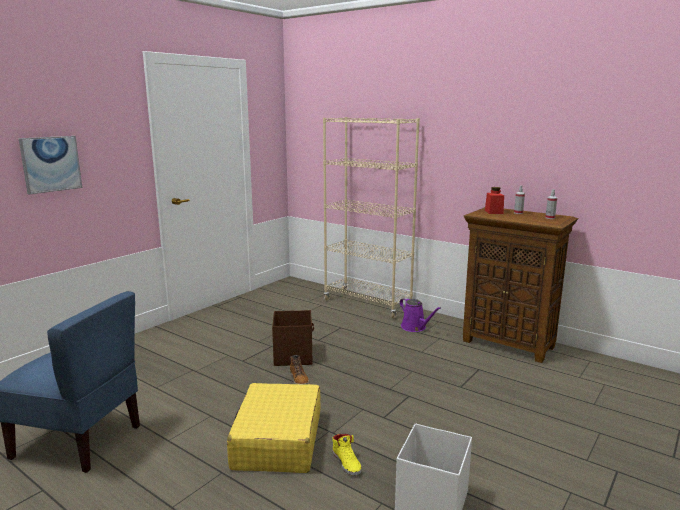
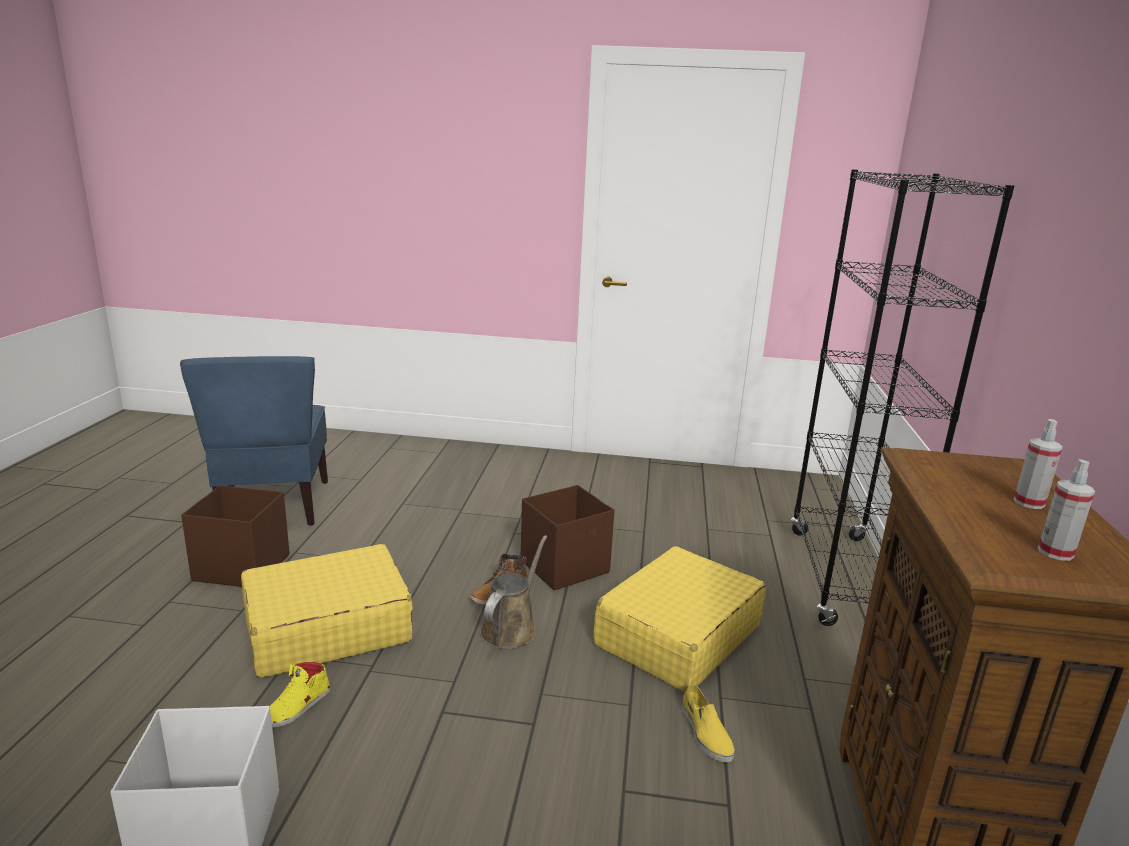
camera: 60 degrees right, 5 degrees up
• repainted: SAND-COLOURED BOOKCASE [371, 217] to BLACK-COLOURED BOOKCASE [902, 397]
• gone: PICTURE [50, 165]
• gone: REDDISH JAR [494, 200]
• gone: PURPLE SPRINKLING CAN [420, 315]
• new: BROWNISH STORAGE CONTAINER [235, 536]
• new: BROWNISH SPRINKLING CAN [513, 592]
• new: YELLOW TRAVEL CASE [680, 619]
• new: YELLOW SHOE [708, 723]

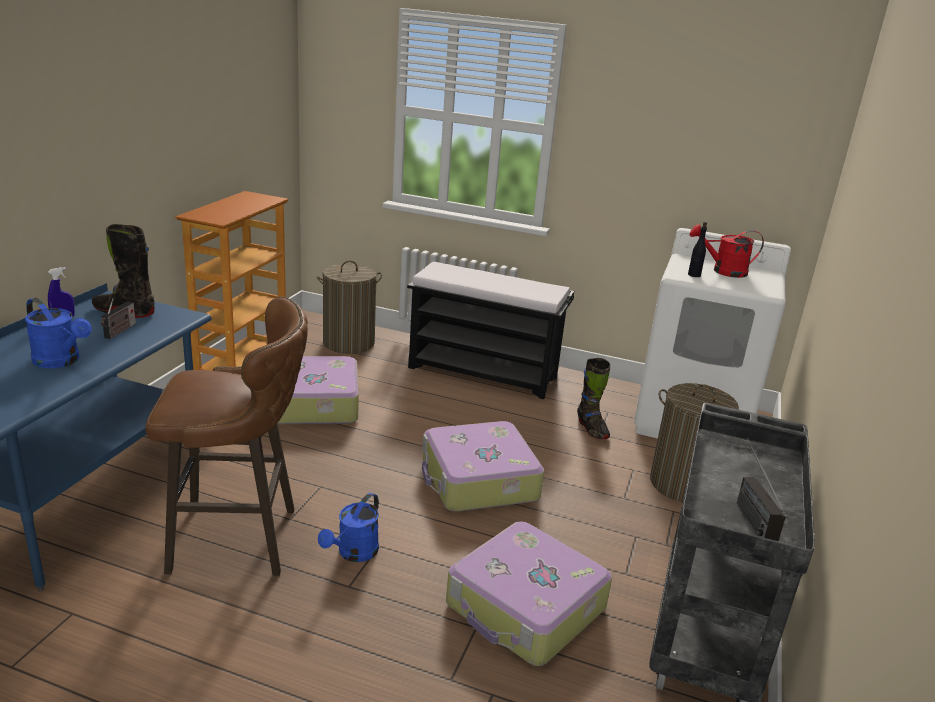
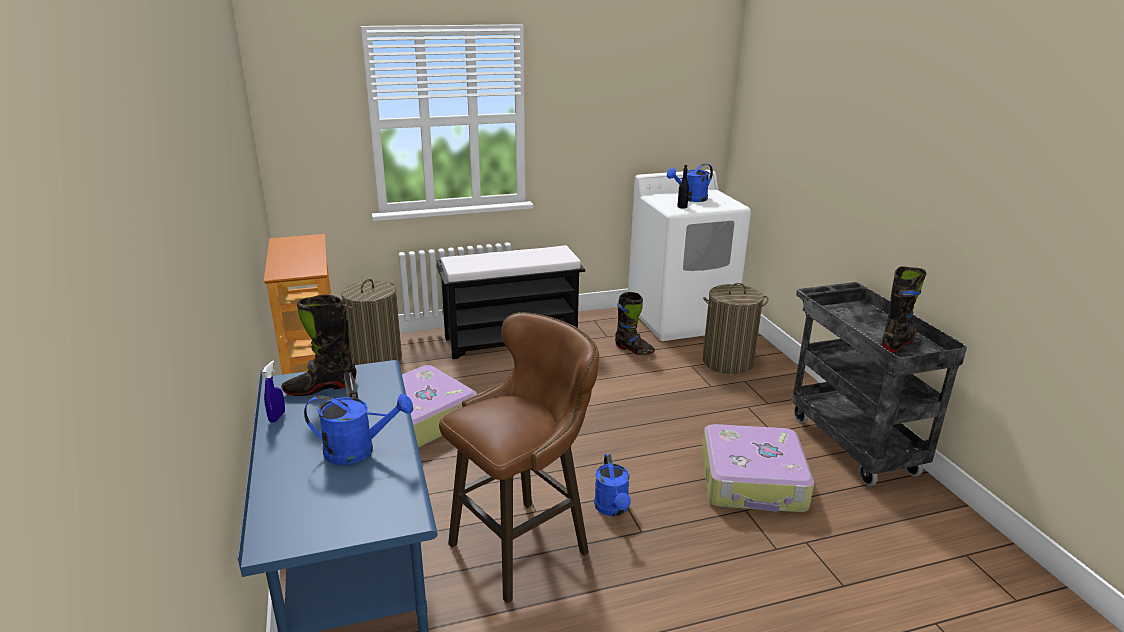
camera: 35 degrees left, 0 degrees up
• repainted: REDDISH SPRINKLING CAN [727, 251] to BLUE-COLOURED SPRINKLING CAN [690, 183]
• gone: TRAVEL CASE [483, 466]
• swapped: RADIO [761, 489] to BLACK-COLOURED HIGH-TOP BOOT [904, 309]

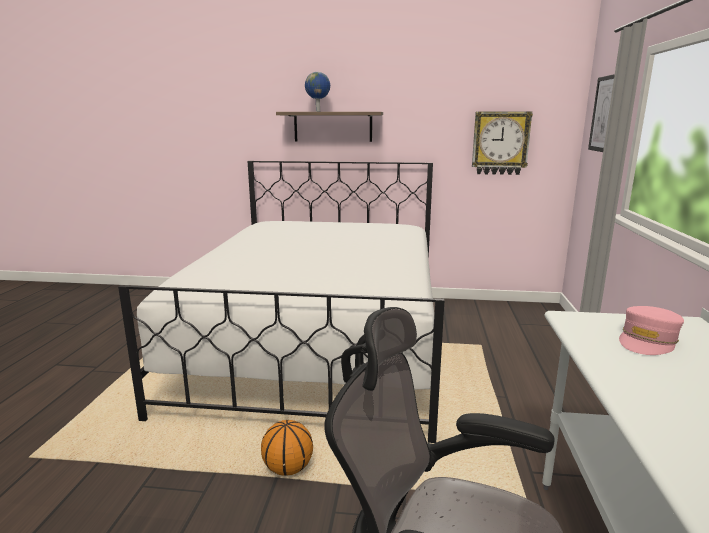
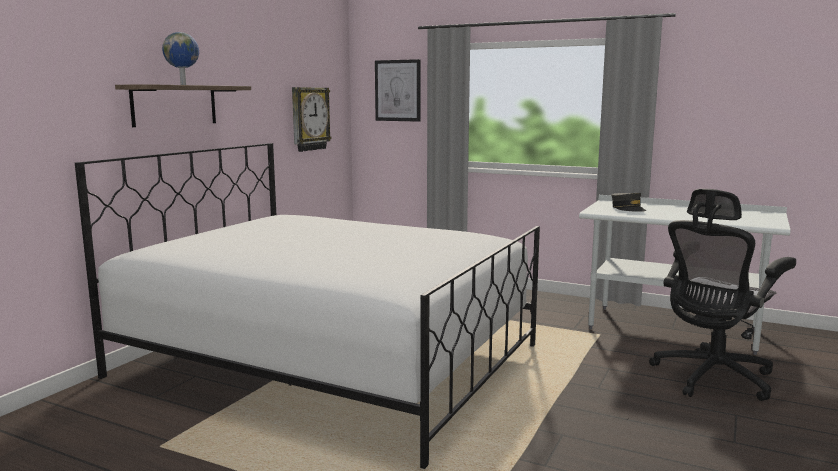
camera: 70 degrees left, 5 degrees down
• repainted: PINK-COLOURED BASEBALL CAP [651, 330] to GREY BASEBALL CAP [628, 202]
• gone: BASKETBALL [287, 448]

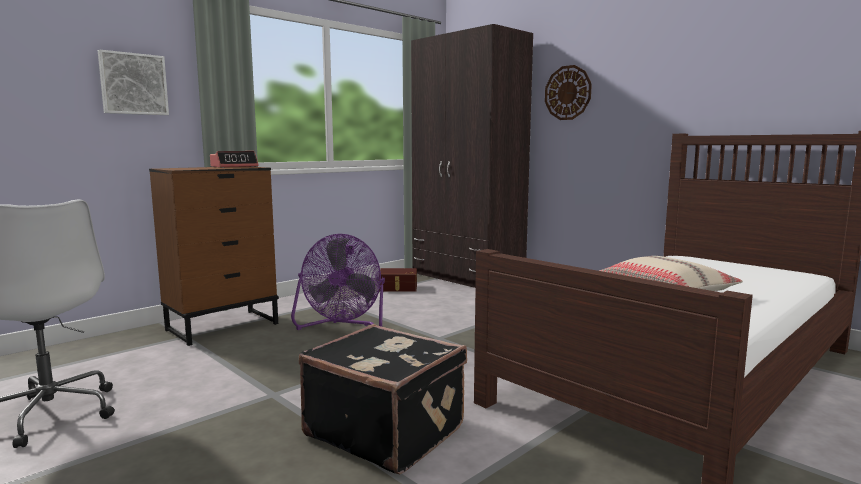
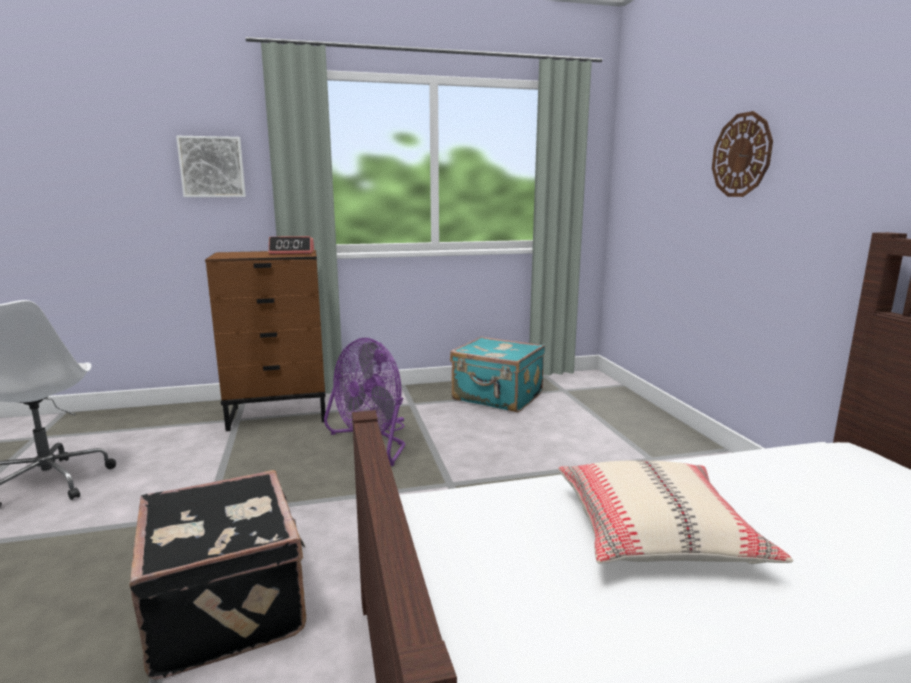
camera: 30 degrees right, 5 degrees up
• gone: BROWNISH WARDROBE [472, 156]
• swapped: BROWNISH STORAGE CONTAINER [397, 280] to BLUE-GREEN TRAVEL CASE [497, 374]

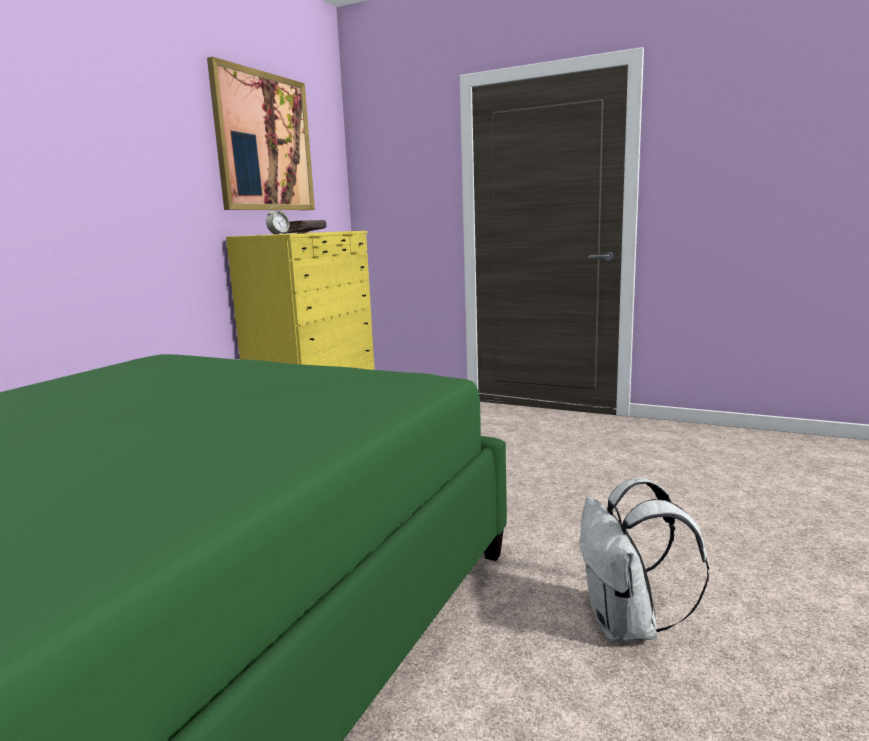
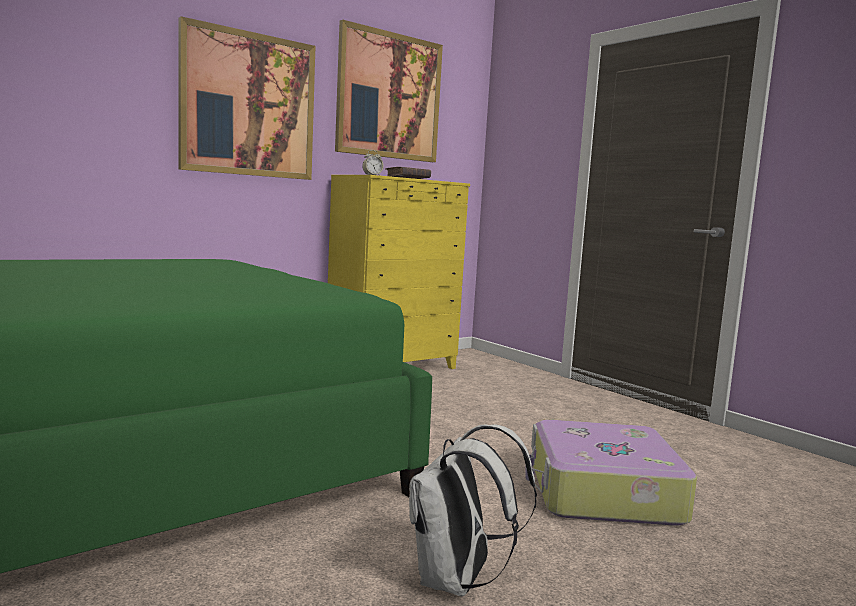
camera: 25 degrees right, 5 degrees down
• new: PICTURE [246, 98]
• new: TRAVEL CASE [611, 473]

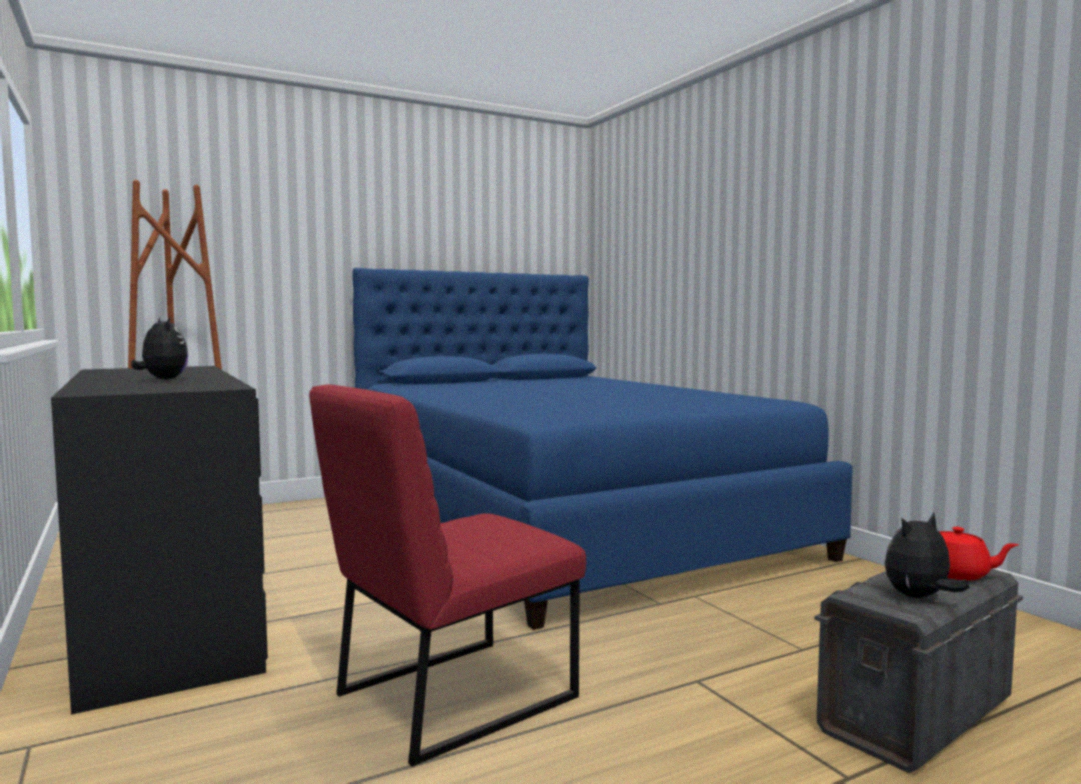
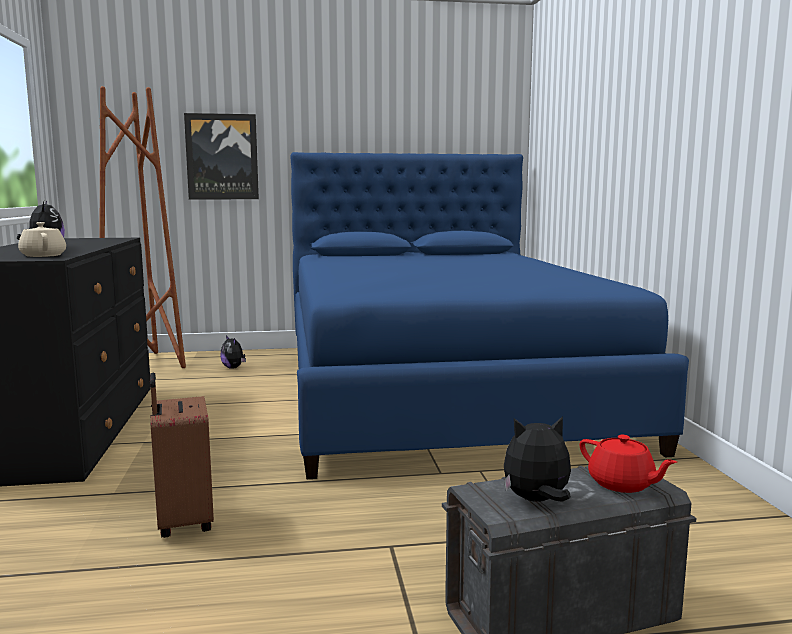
camera: 20 degrees right, 5 degrees up
• swapped: REDDISH CHAIR [447, 575] to BROWNISH TRAVEL CASE [182, 455]
• new: PICTURE [221, 156]
• new: SAND-COLOURED POT FOR TEA [42, 239]
• new: CUDDLY TOY [233, 352]

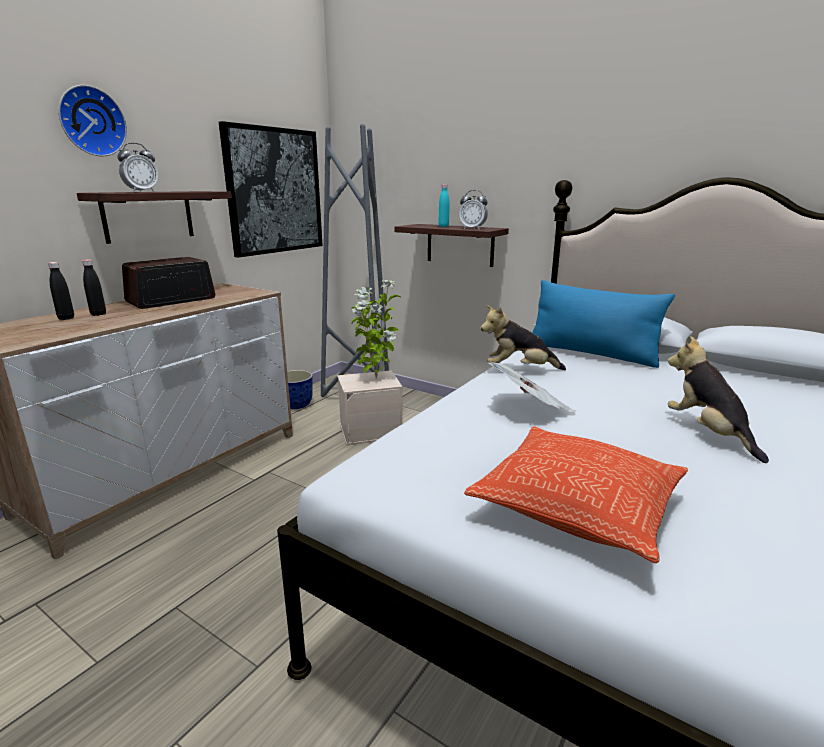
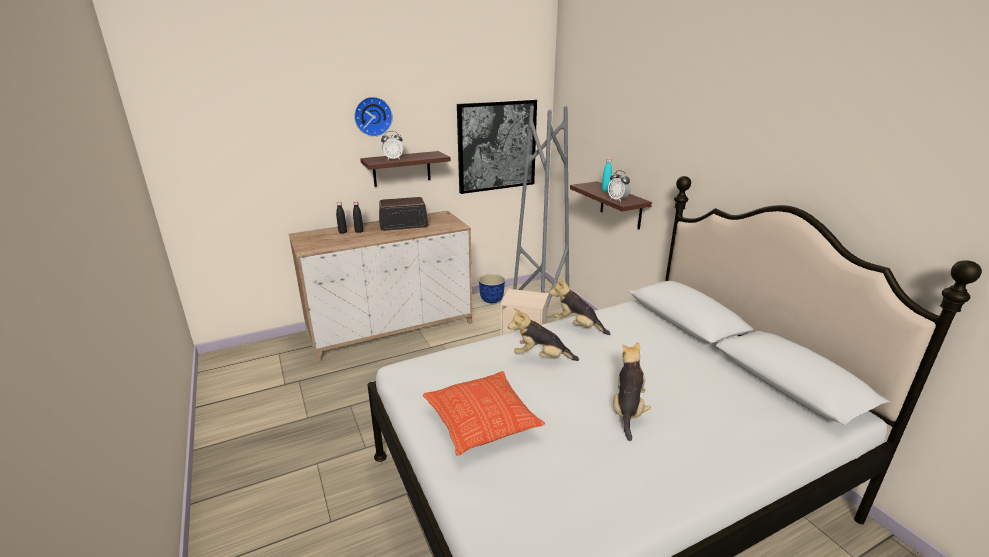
camera: 30 degrees right, 5 degrees up
• gone: HOUSEPLANT [376, 329]
• gone: BLUE-COLOURED CUSHION [603, 324]
• swapped: NEWSPAPER [531, 386] to CUDDLY TOY [543, 334]

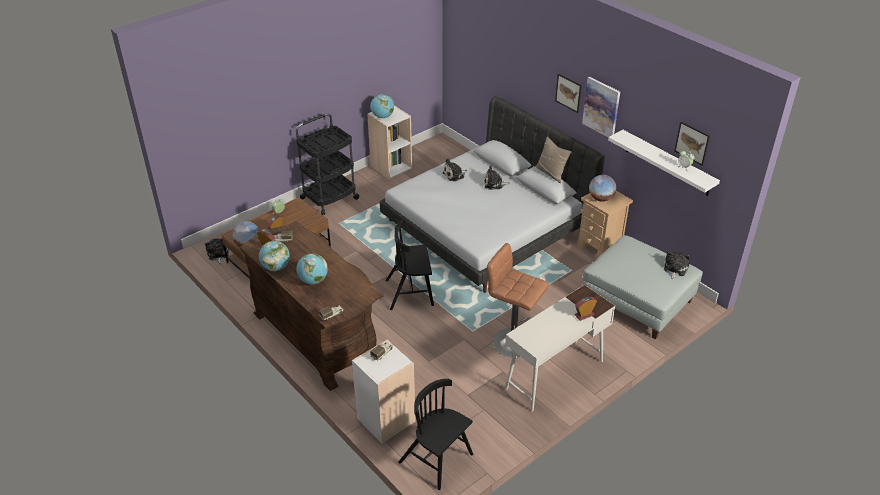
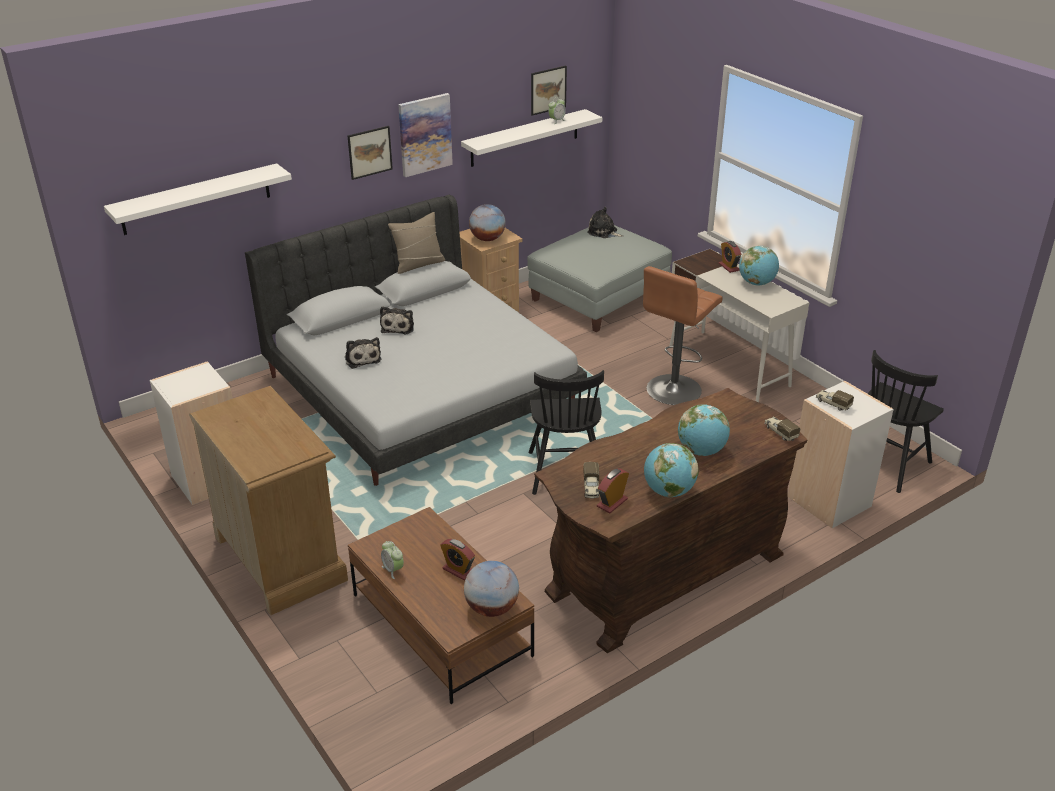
camera: 85 degrees left, 5 degrees down
• shifted: DESK GLOBE [382, 106] to [759, 265]
• swapped: BLACK-COLOURED WHEELED CART [327, 164] to BROWNISH DRAWER CHEST [268, 500]
• gone: CUDDLY TOY [217, 251]
• new: WHITE BRACKET SHELF [198, 199]

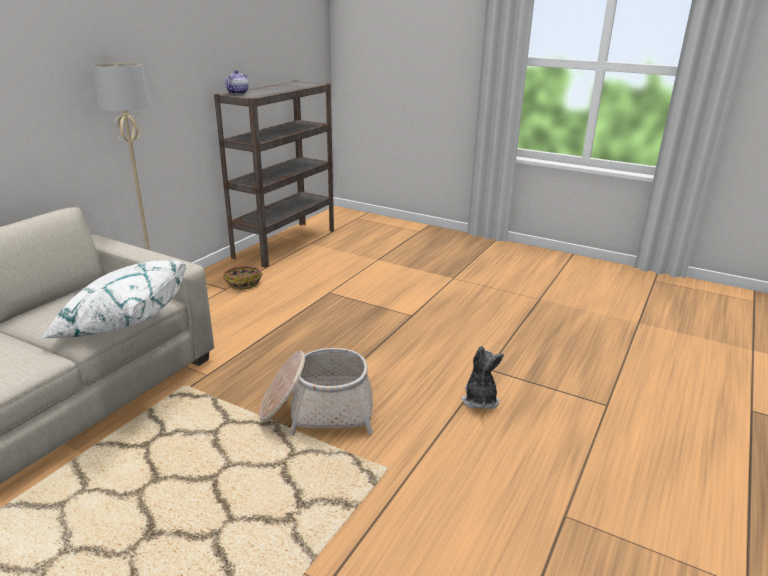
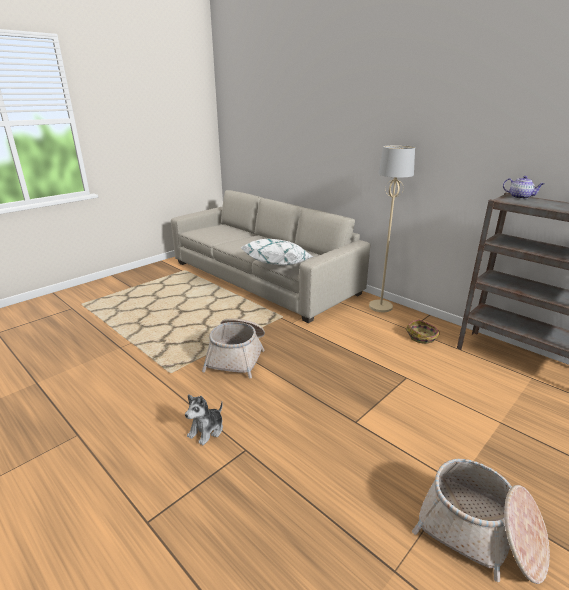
camera: 105 degrees right, 0 degrees up
• rotated: CUDDLY TOY [482, 377] = [204, 419] 105 degrees clockwise
• new: BASKET [481, 521]

